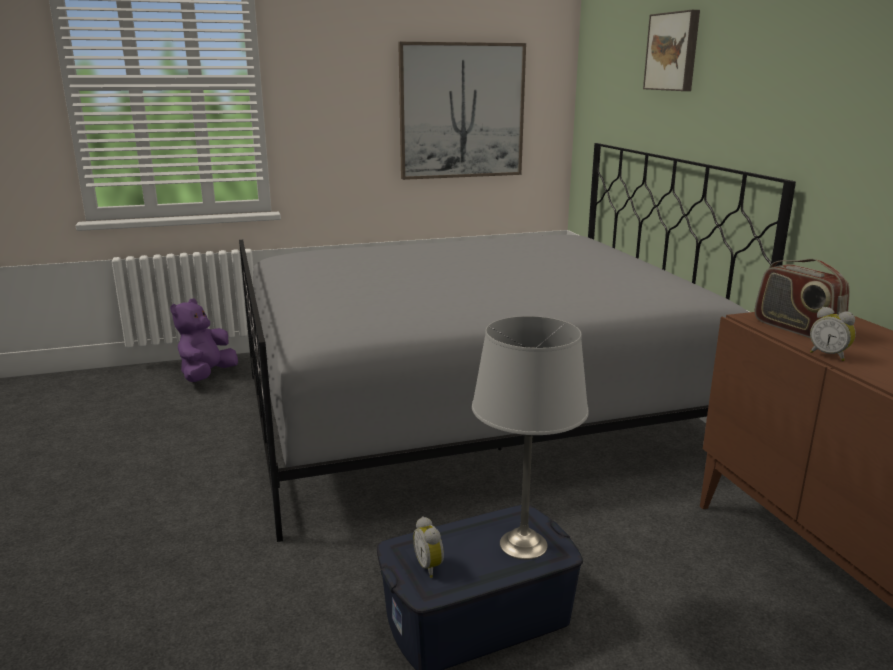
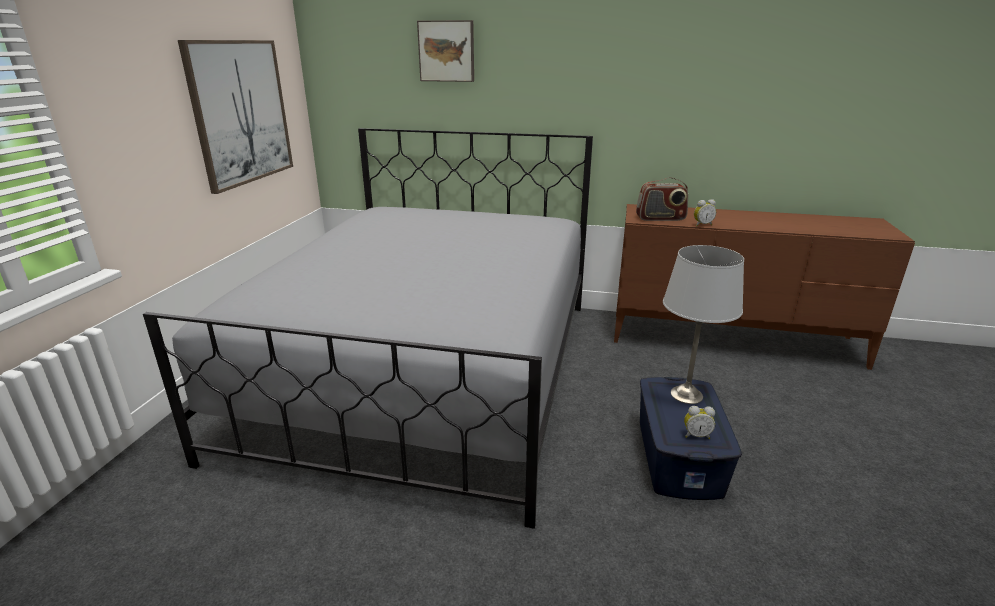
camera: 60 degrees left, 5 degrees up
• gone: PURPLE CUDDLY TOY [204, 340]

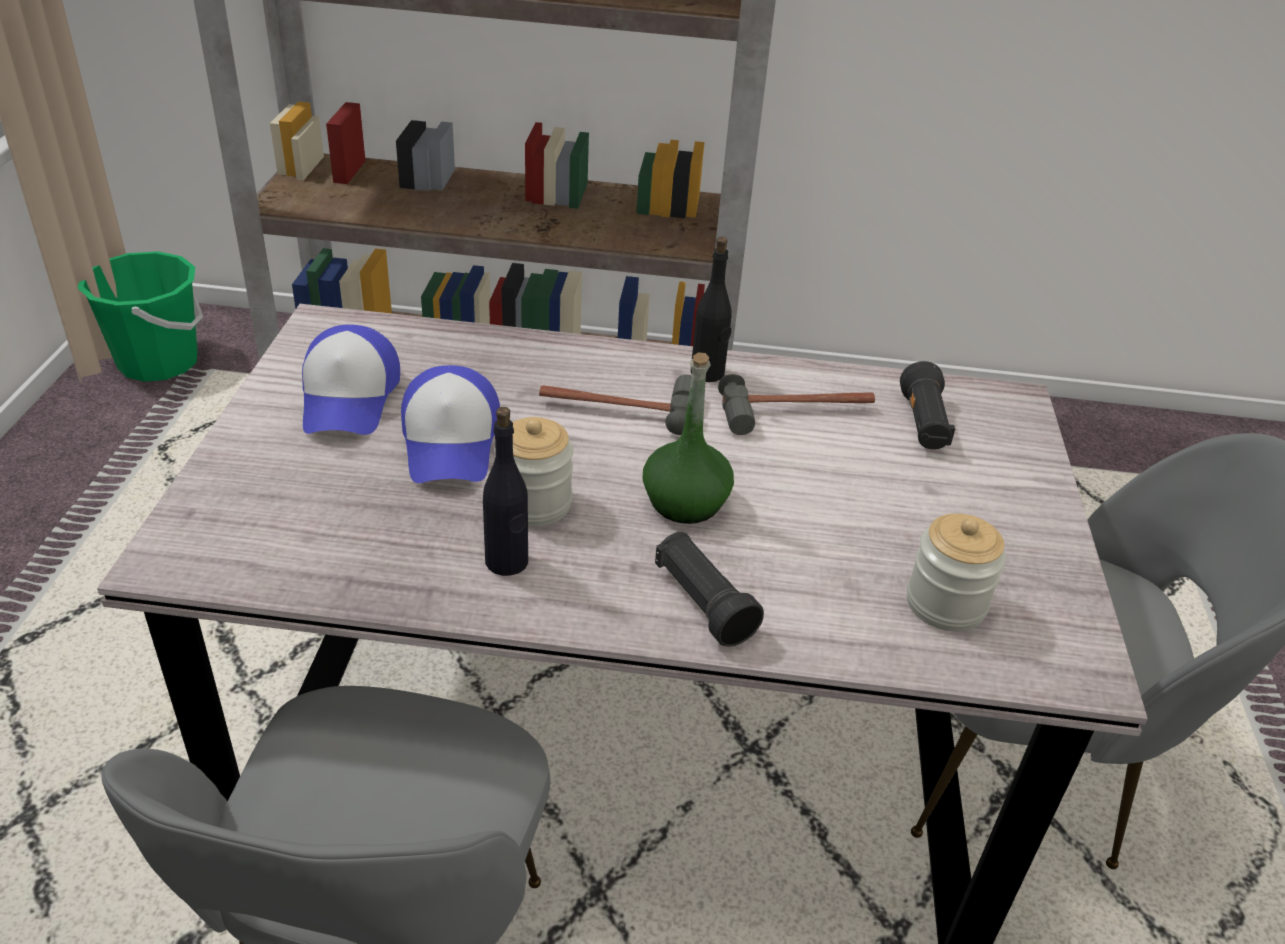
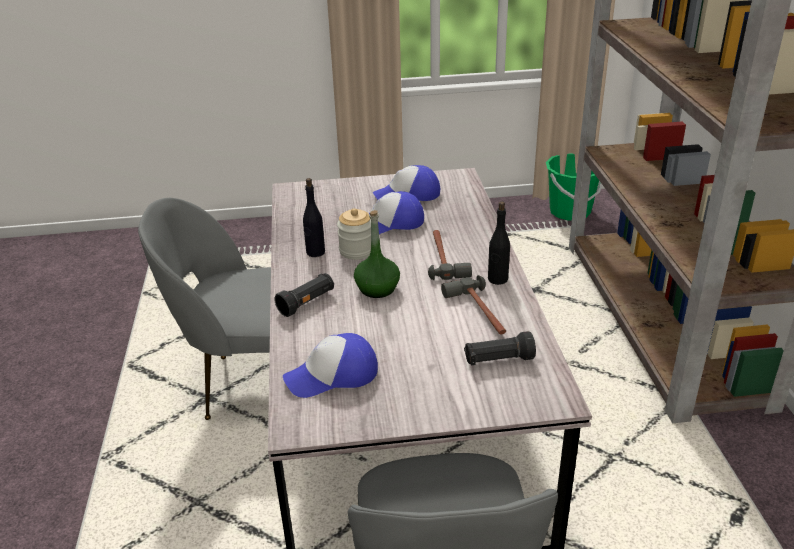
camera: 80 degrees right, 5 degrees down
• swapped: JAR [956, 572] to BASEBALL CAP [330, 365]

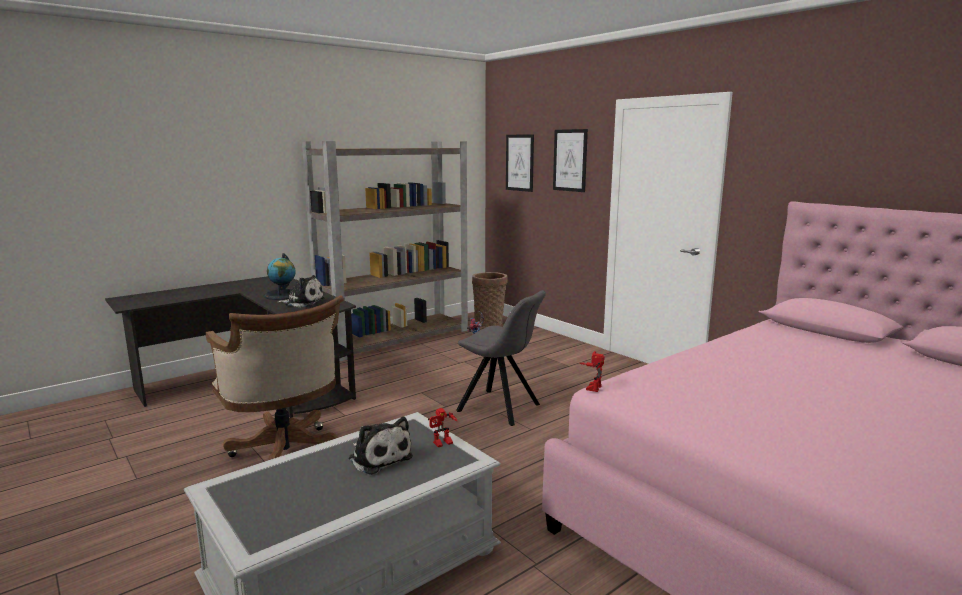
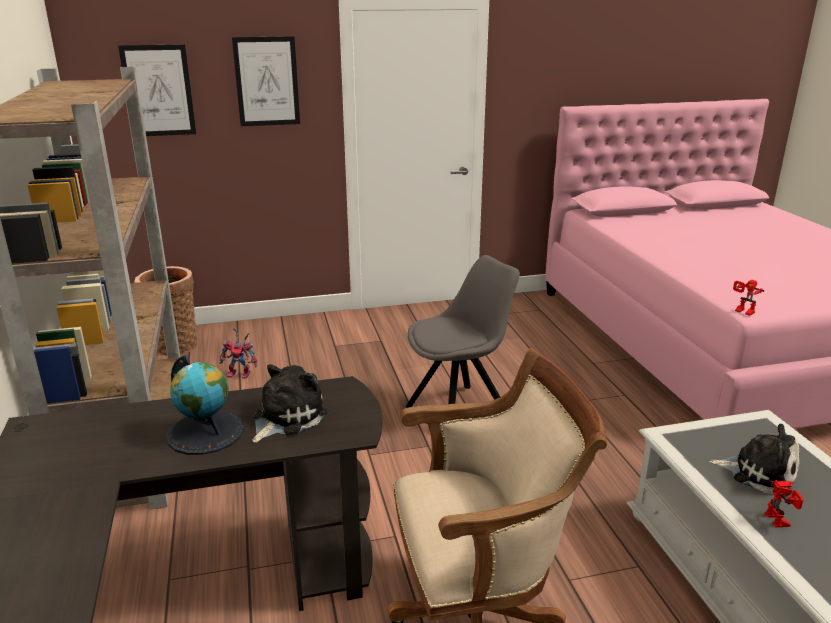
camera: 65 degrees left, 10 degrees up
• shifted: TOY ROBOT [442, 427] to [784, 503]
• rotated: CUDDLY TOY [381, 446] = [754, 460] 45 degrees clockwise

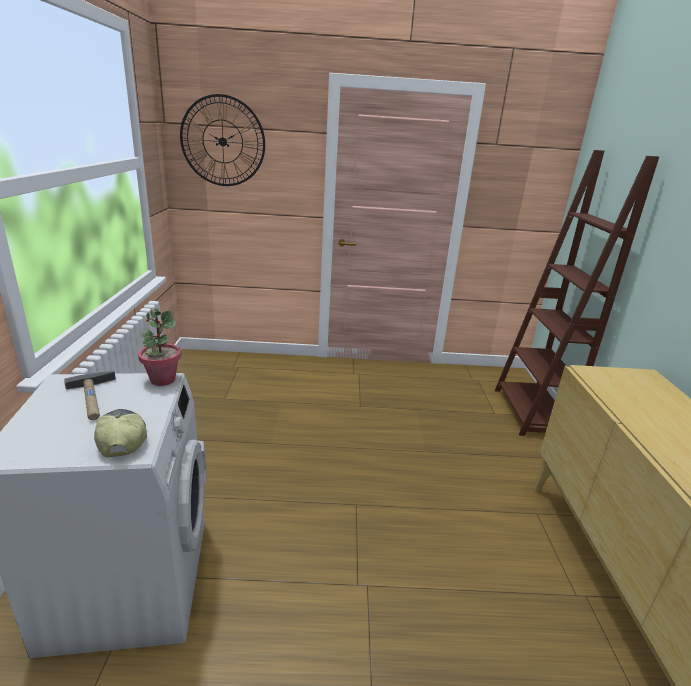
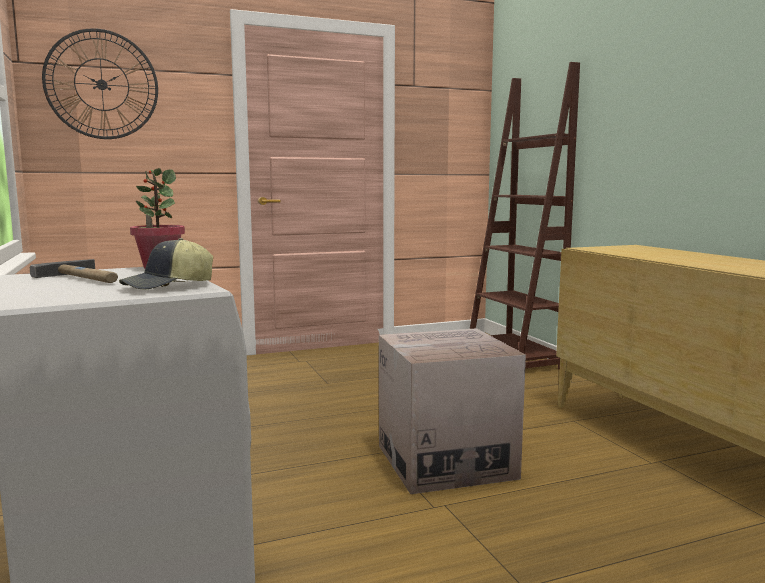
camera: 20 degrees left, 15 degrees down
• rotated: BASEBALL CAP [120, 433] = [166, 264] 90 degrees counterclockwise
• new: CARTON [452, 411]

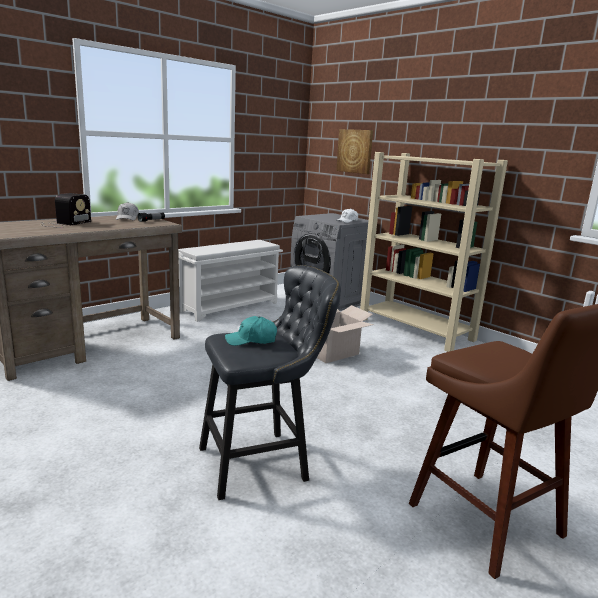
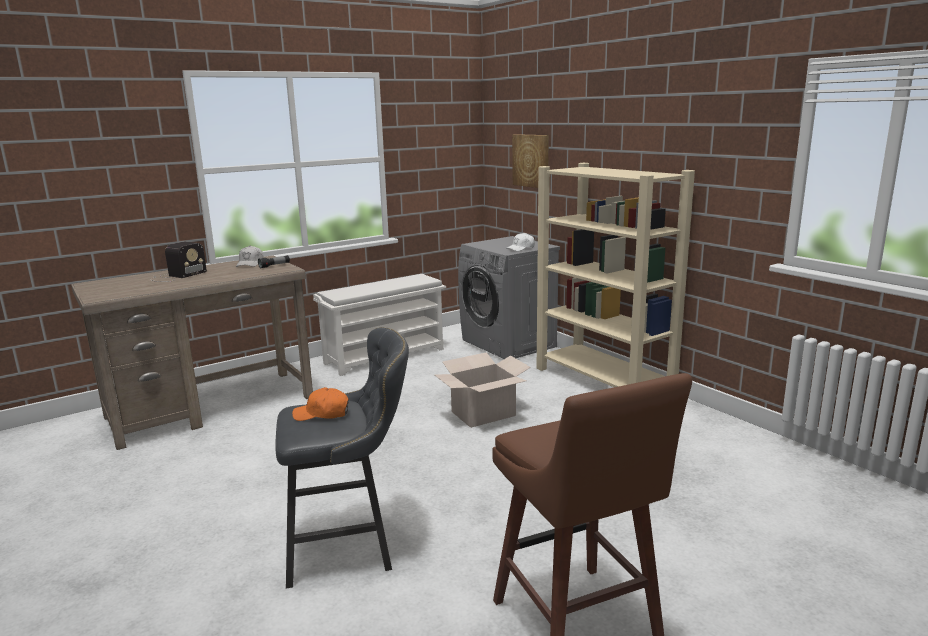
camera: 10 degrees right, 0 degrees up
• repainted: BLUE-GREEN BASEBALL CAP [251, 331] to ORANGE-COLOURED BASEBALL CAP [320, 404]

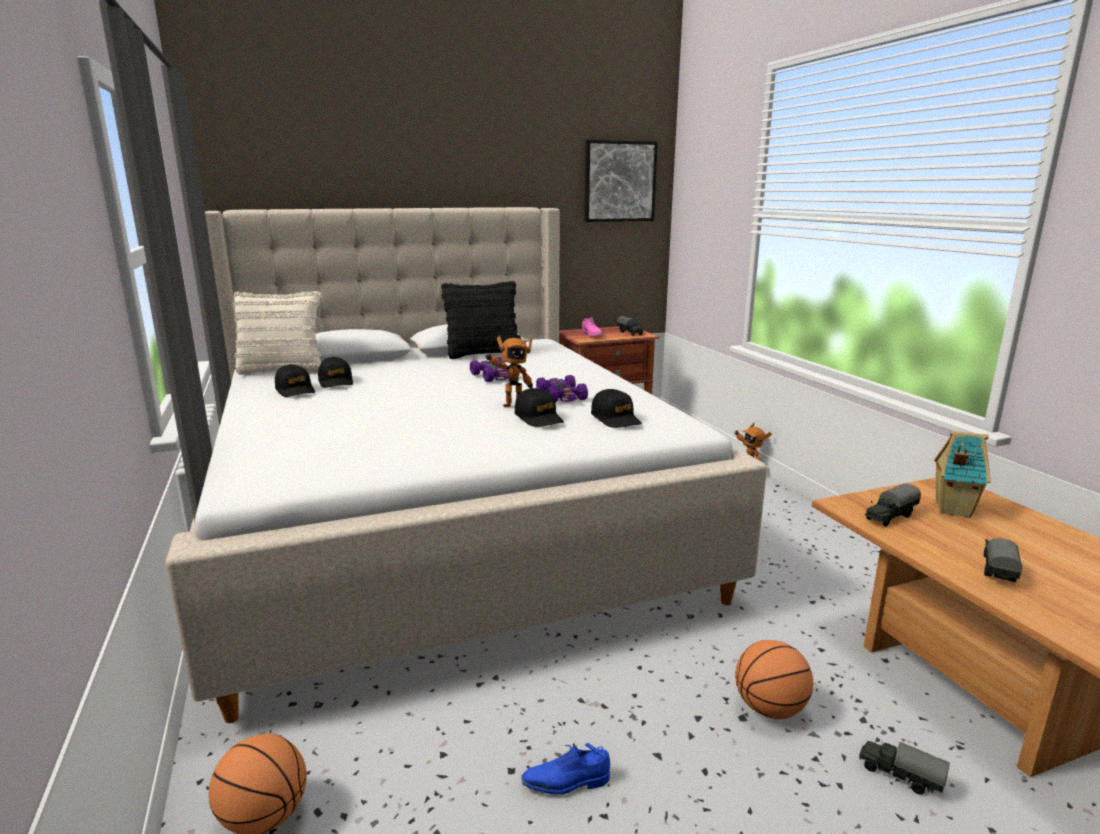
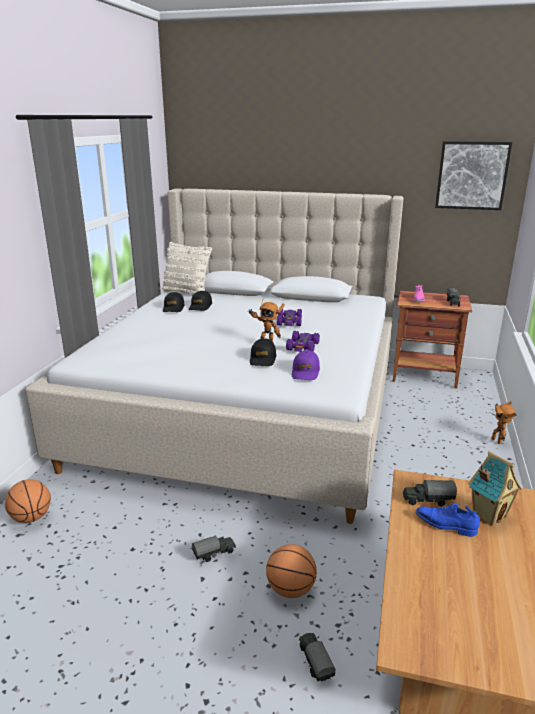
camera: 35 degrees right, 5 degrees up
• gone: BLACK-COLOURED CUSHION [481, 320]
• repainted: BLACK-COLOURED BASEBALL CAP [616, 408] to PURPLE BASEBALL CAP [306, 365]
• shifted: TOY TRUCK [1003, 560] to [214, 549]
• shifted: BLUE-COLOURED SHOE [565, 768] to [447, 519]

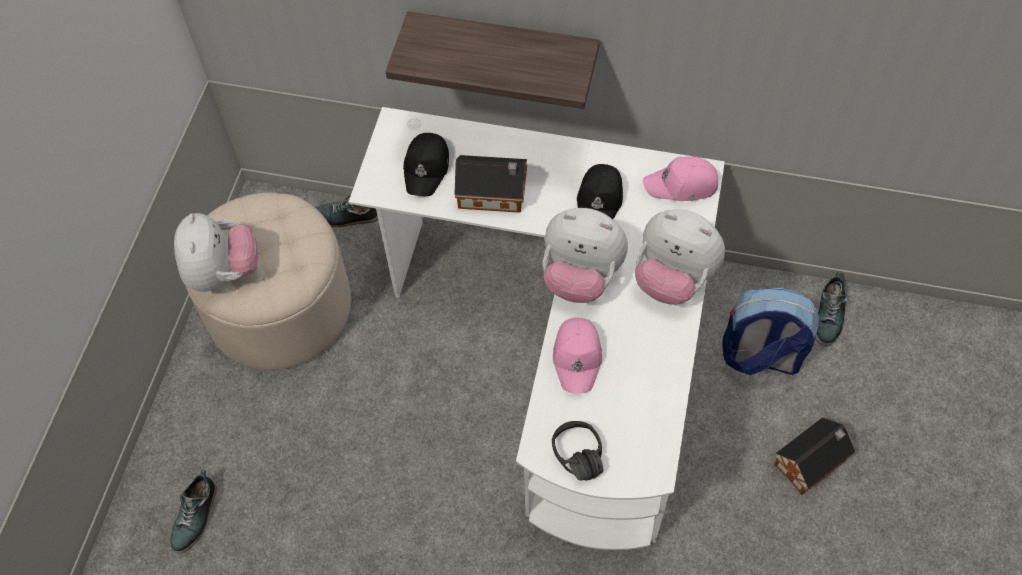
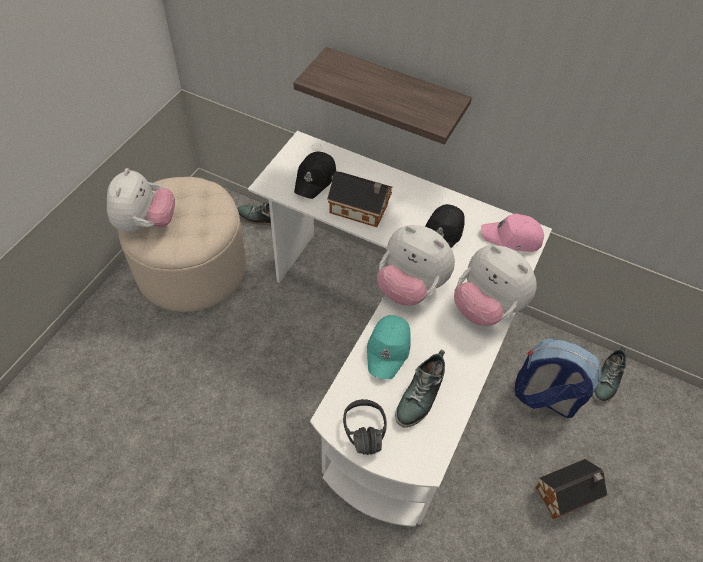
camera: 10 degrees right, 5 degrees down
• repainted: PINK-COLOURED BASEBALL CAP [577, 355] to BLUE-GREEN BASEBALL CAP [389, 347]
• shifted: SHOE [193, 511] to [420, 388]

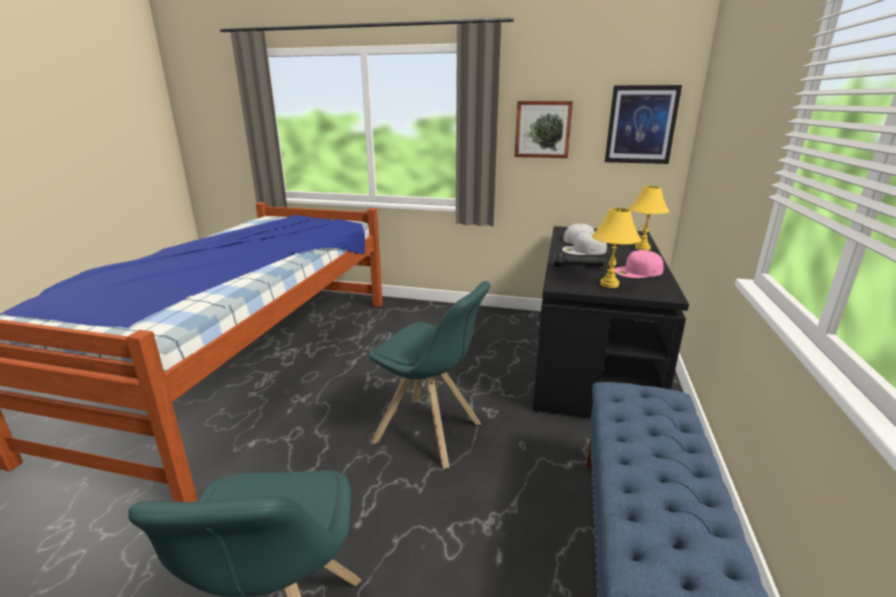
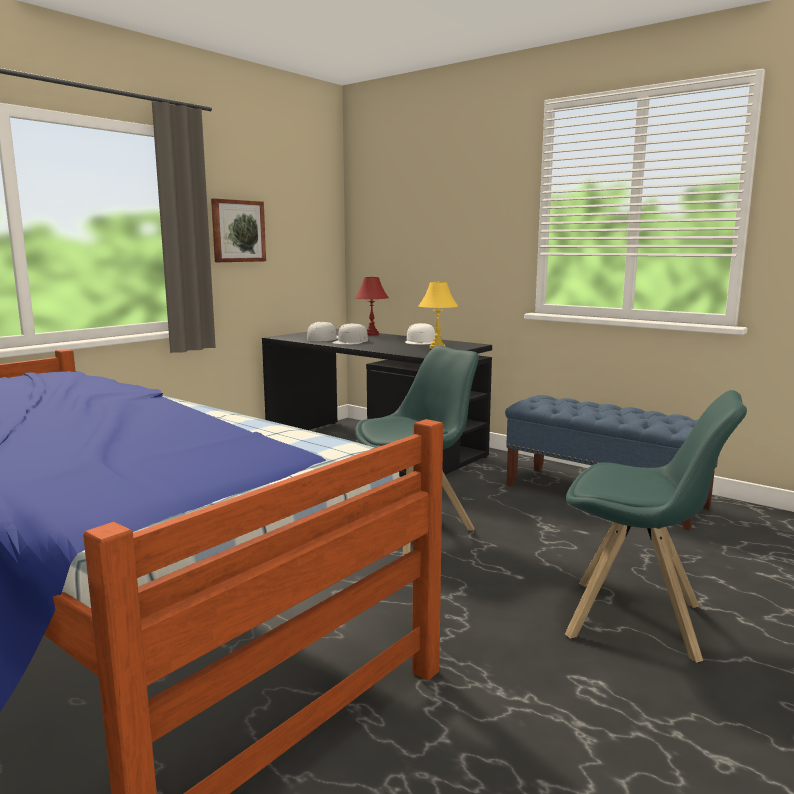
camera: 65 degrees left, 10 degrees down
• gone: PICTURE [643, 124]
• repainted: YELLOW TABLETOP LAMP [649, 218] to REDDISH TABLETOP LAMP [372, 306]
• repainted: PINK-COLOURED BASEBALL CAP [639, 264] to WHITE BASEBALL CAP [420, 334]
• gone: BLACK-COLOURED HAND TORCH [579, 259]

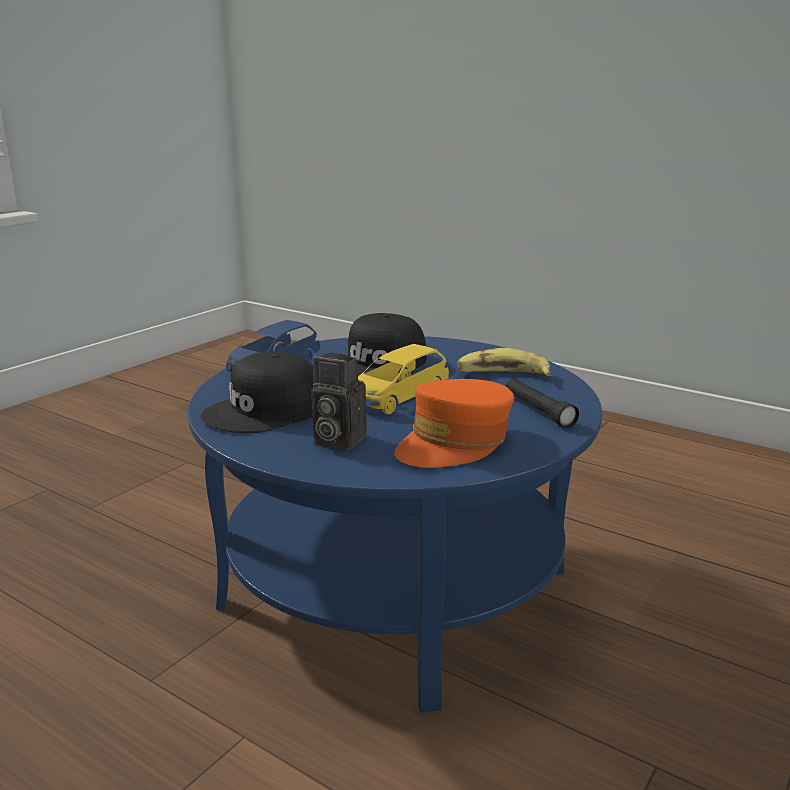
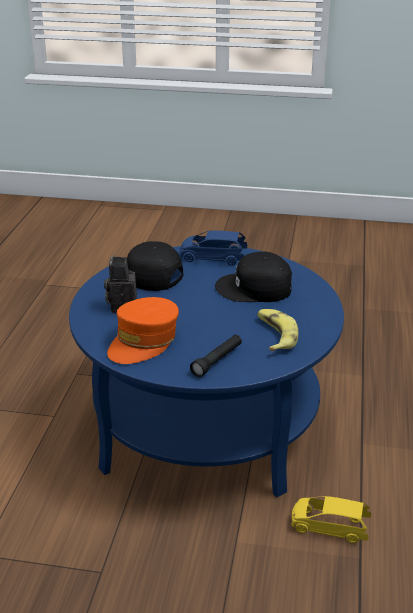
camera: 65 degrees right, 10 degrees up
• shifted: YELLOW TOY CAR [403, 379] to [331, 519]
• rotated: ORANGE-COLOURED BASEBALL CAP [454, 423] = [143, 330] 75 degrees counterclockwise

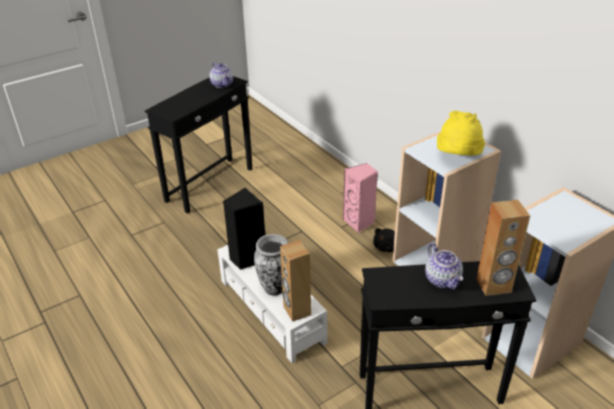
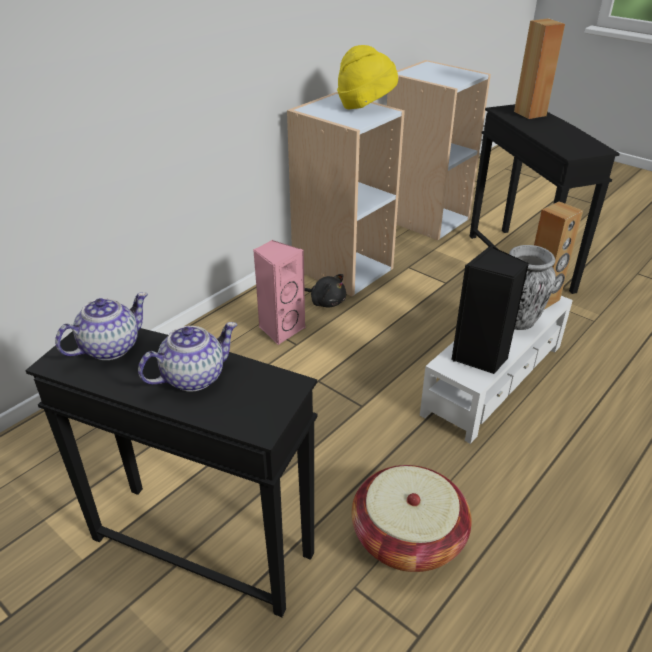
camera: 105 degrees left, 0 degrees up
• shifted: POT FOR TEA [444, 266] to [187, 357]
• new: BASKET [412, 518]

